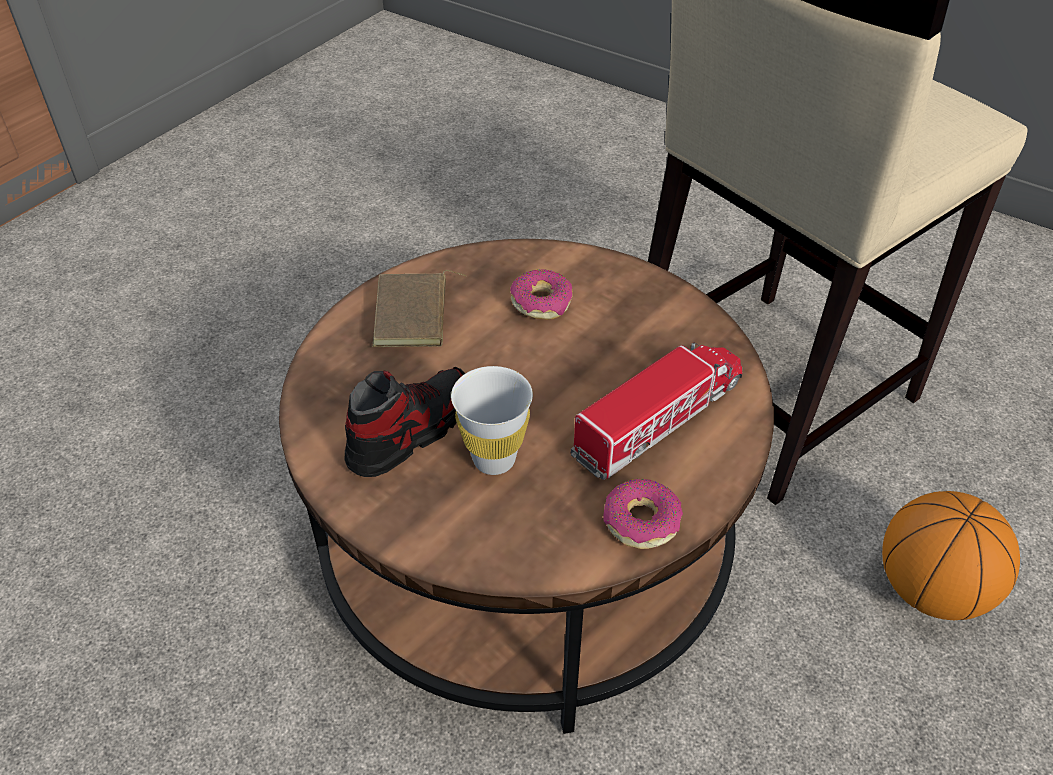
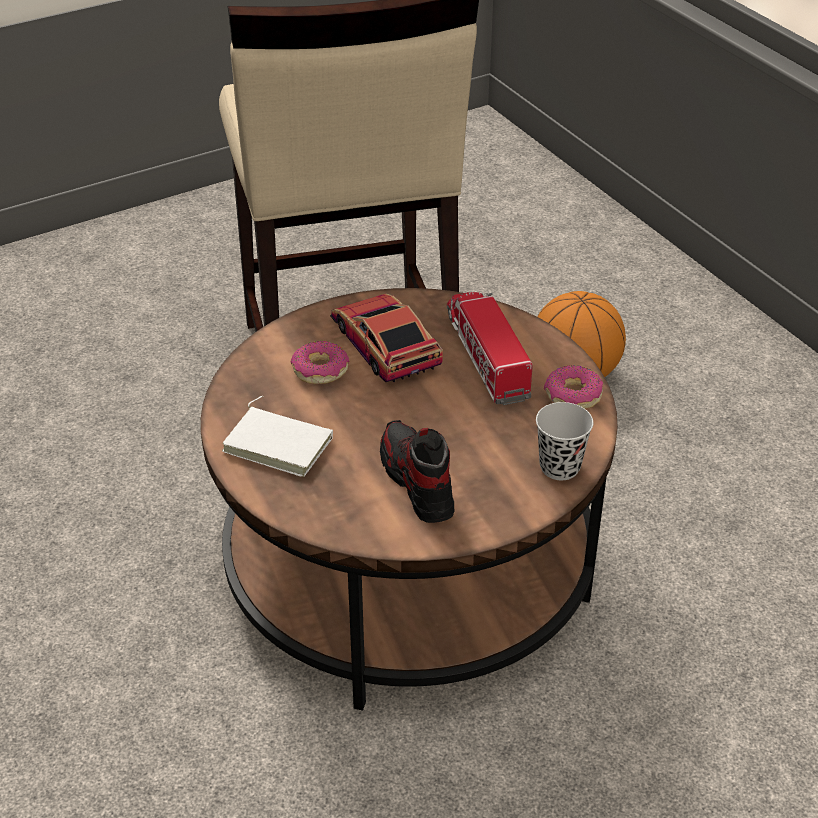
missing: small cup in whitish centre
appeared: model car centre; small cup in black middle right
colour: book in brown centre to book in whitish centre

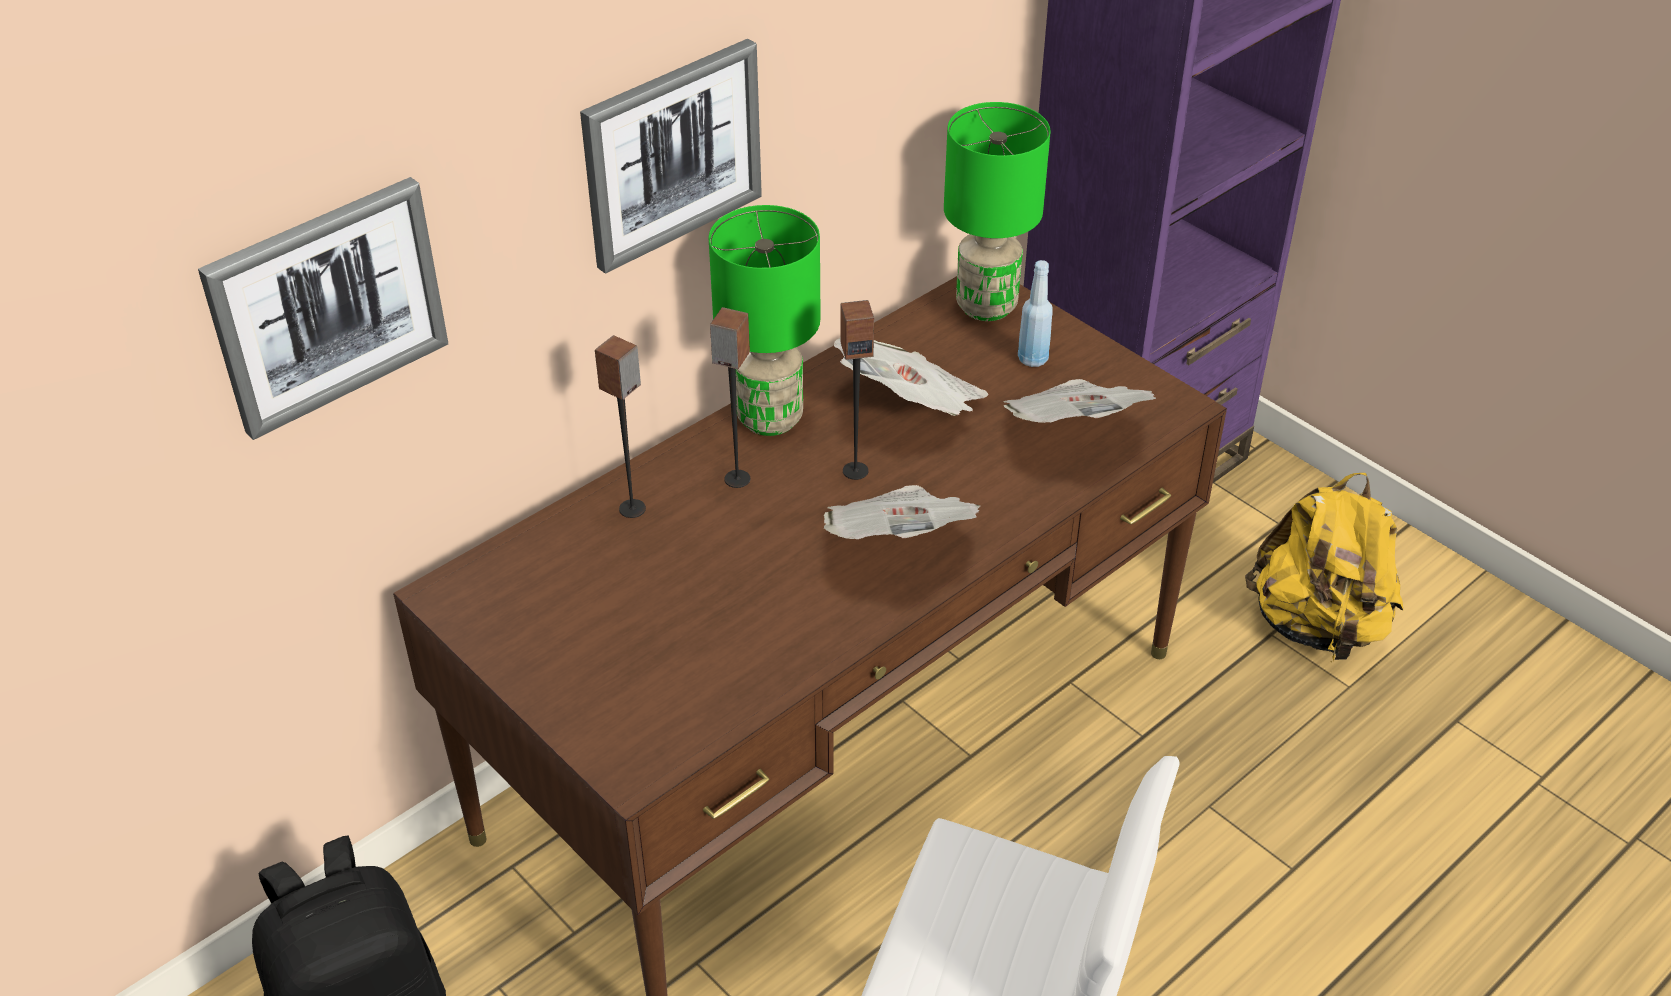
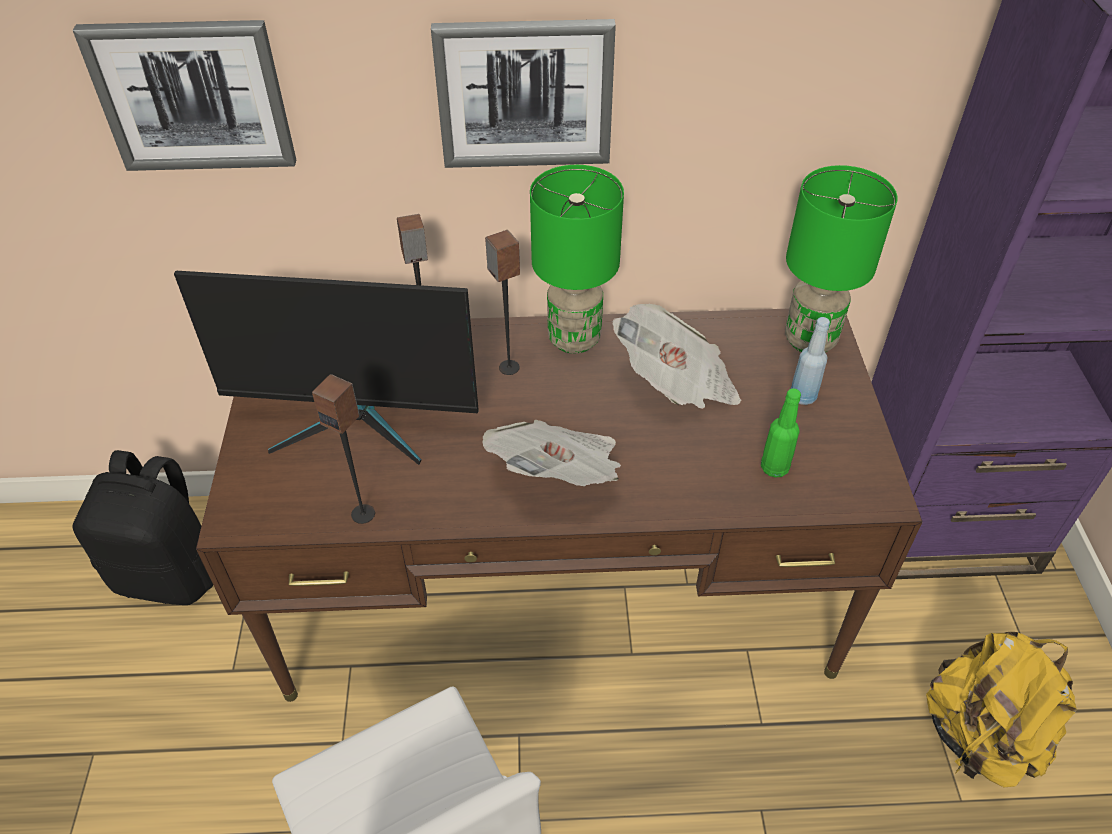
appeared: computer screen middle left
relocated: loudspeaker (no. 3 from left in the first image) centre to loudspeaker (no. 1 from left) middle left
exchanged: newspaper (no. 3 from left) centre to drink bottle in greenish middle right

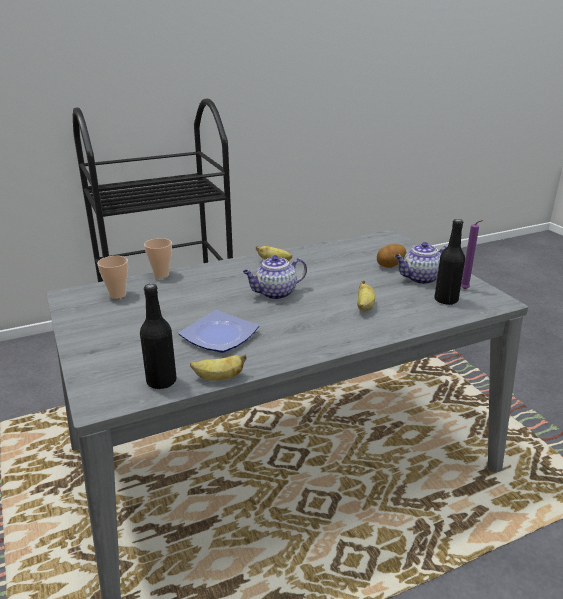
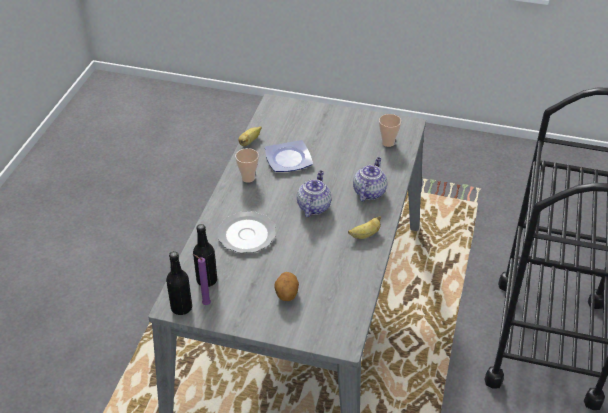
relocated: drink bottle in black (no. 1 from left) middle left to bottom left; small cup (no. 2 from left in the first image) middle left to small cup (no. 1 from left) centre; pot for tea (no. 2 from left) middle right to centre
exchanged: whole banana (no. 3 from left) centre to flat dish (no. 1 from left) centre

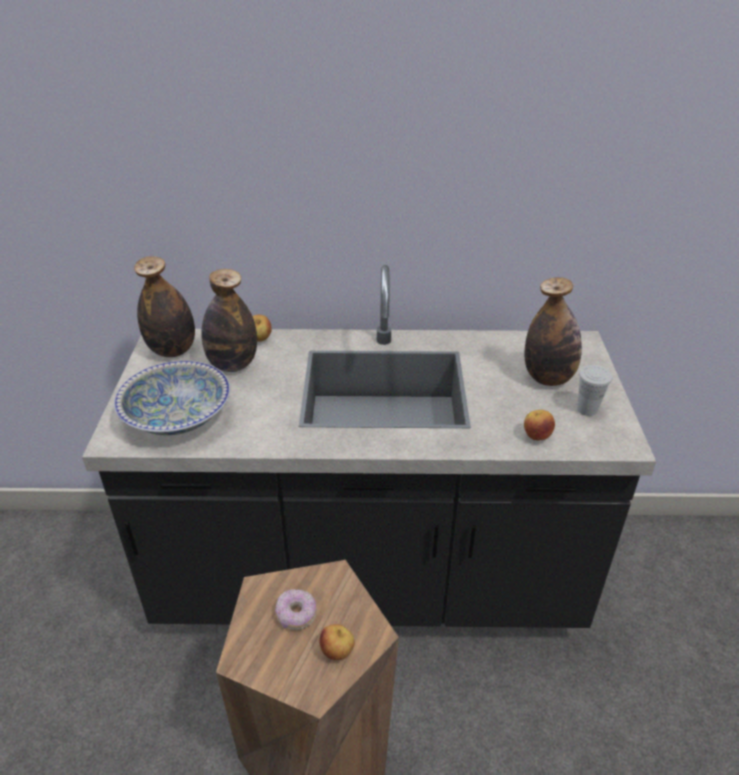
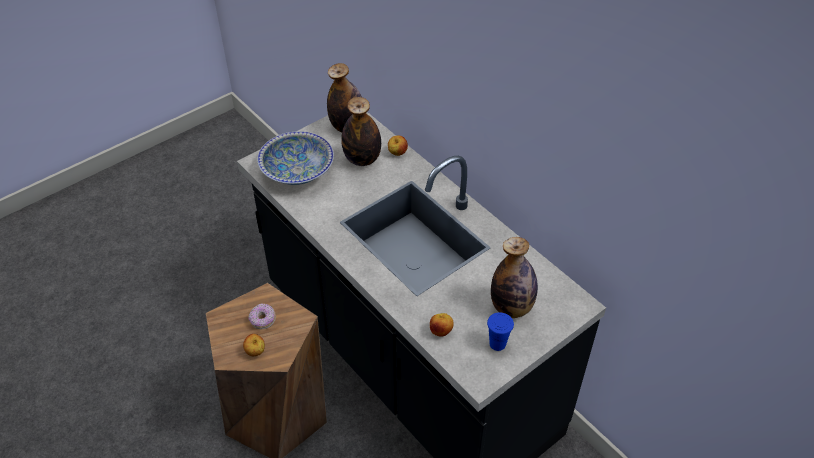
colour: small cup in whitish middle right to small cup in blue-coloured bottom centre

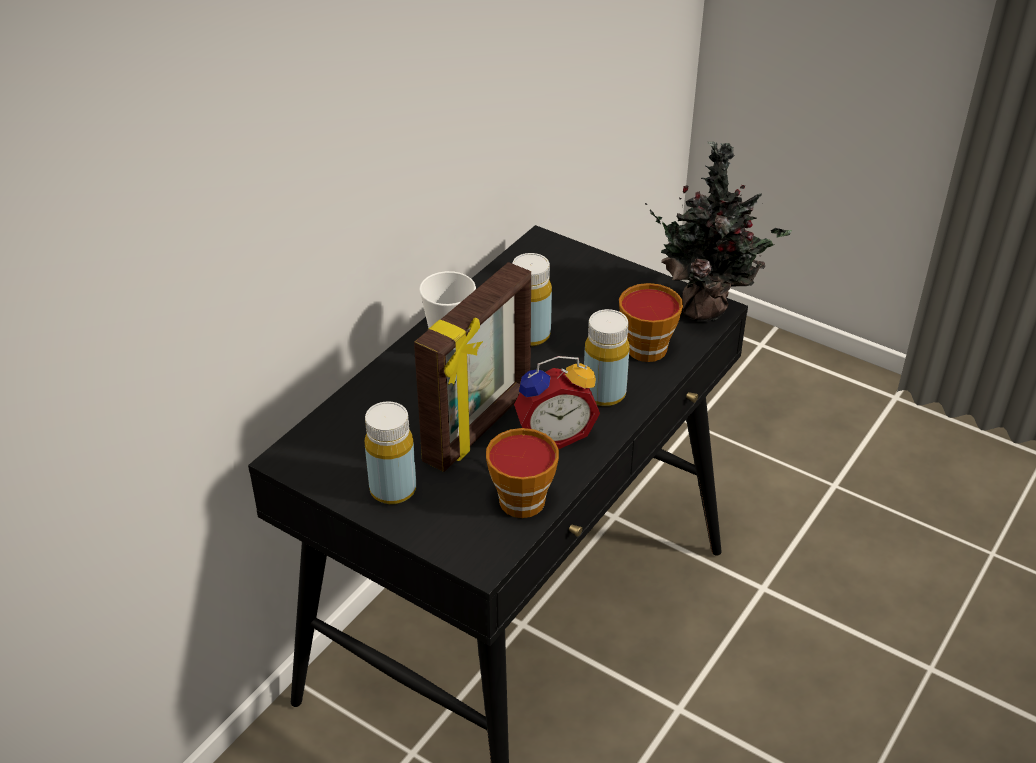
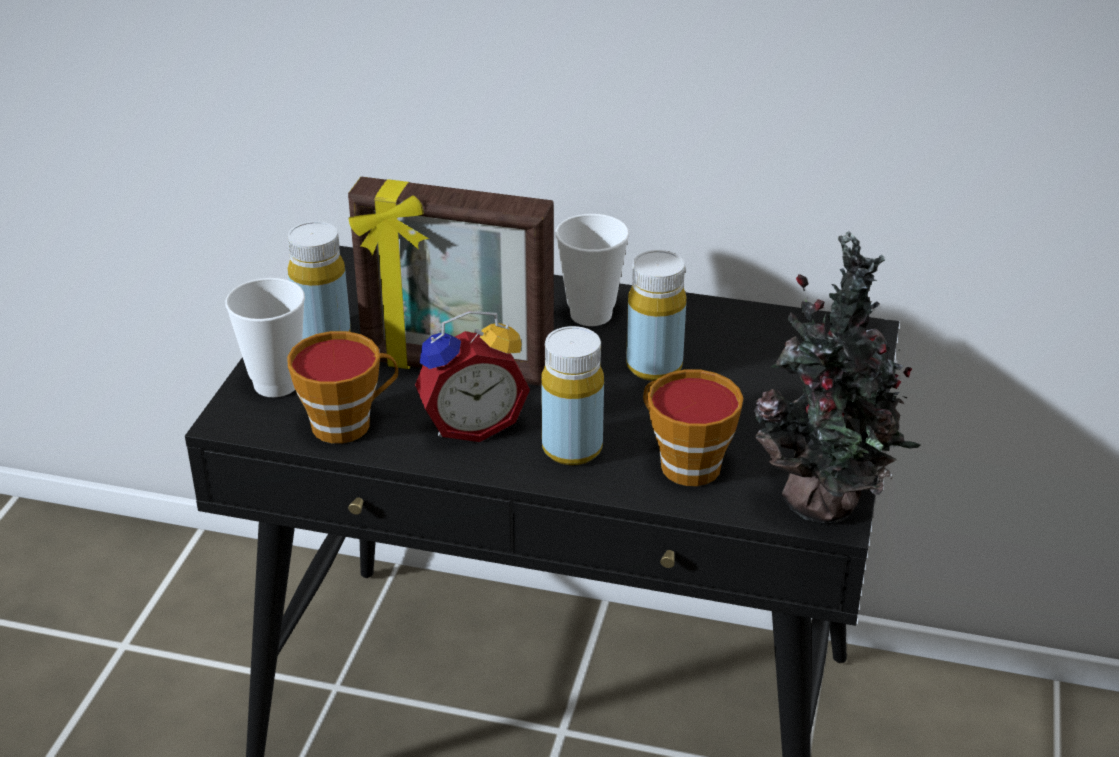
appeared: small cup (no. 1 from left) middle left
spun: alarm clock centre = centre 75 degrees counterclockwise

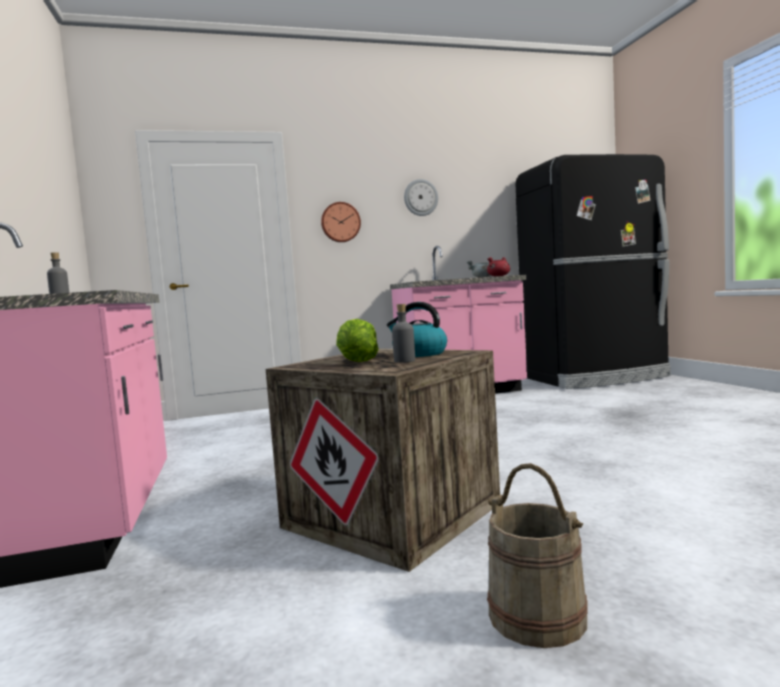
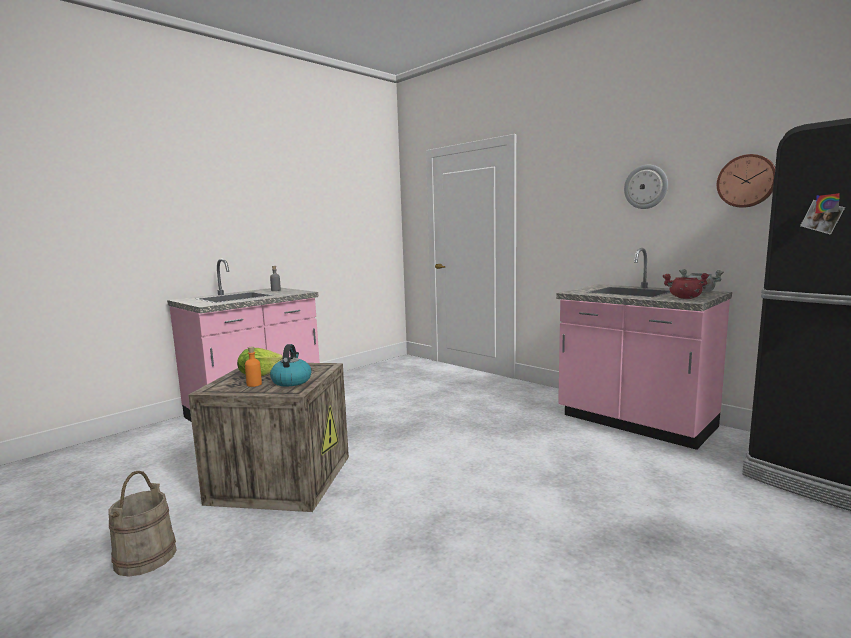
relocated: hanging clock (no. 1 from left in the first image) top centre to hanging clock (no. 2 from left) top right
colour: drink bottle in greyish (no. 2 from left) centre to drink bottle in orangey middle left

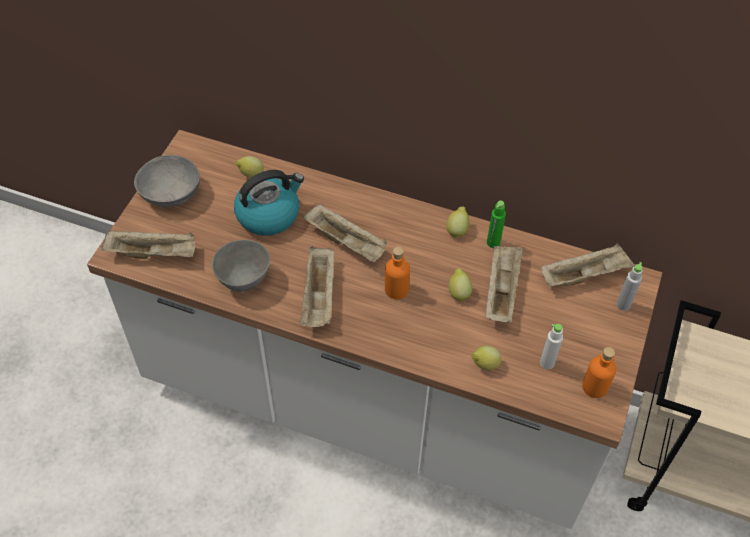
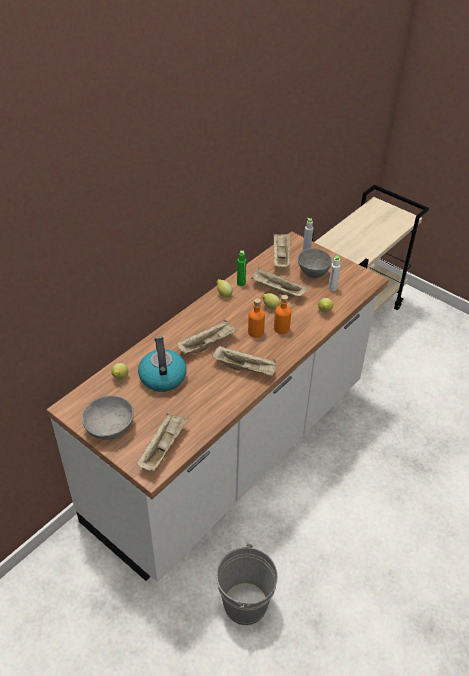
appeared: pail in greyish bottom centre
relocated: deep dish in greyish (no. 2 from left) middle left to middle right; drink bottle in orangey (no. 2 from left) bottom right to centre

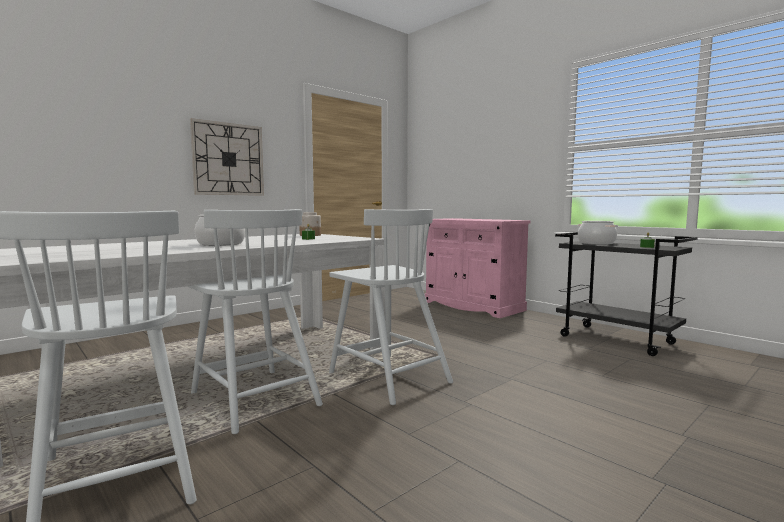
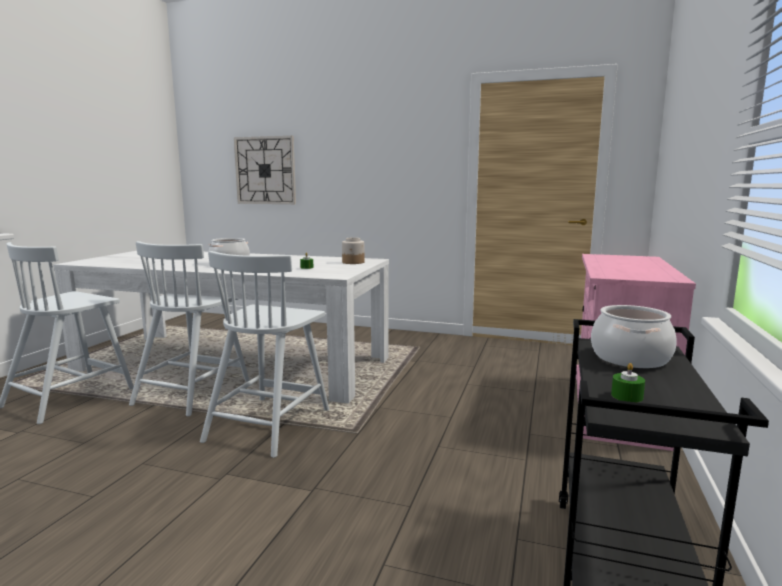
relocated: hanging clock top left to top centre

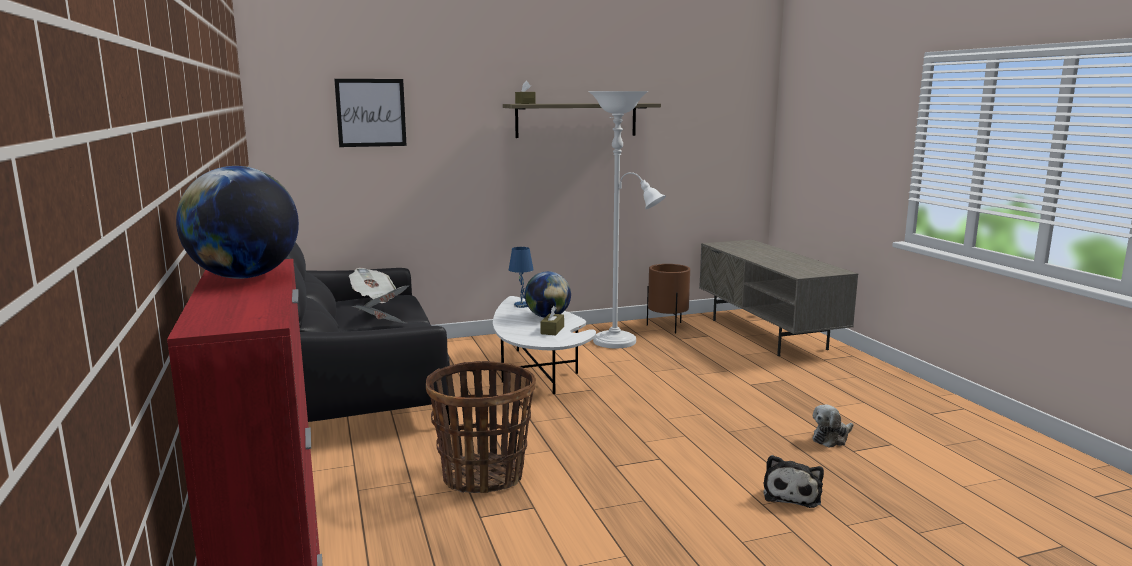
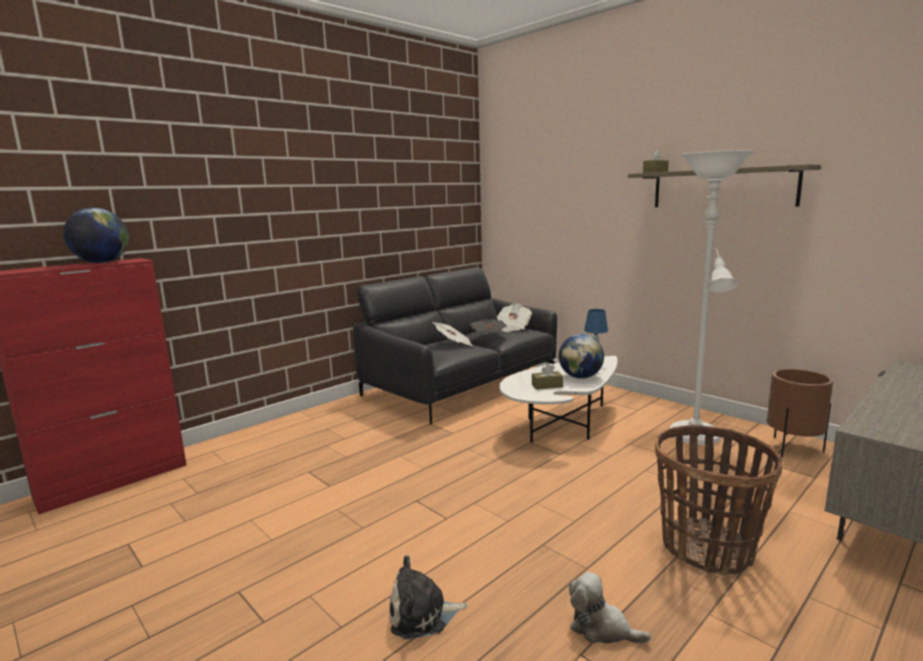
missing: picture top left
relocated: storage basket bottom centre to bottom right

